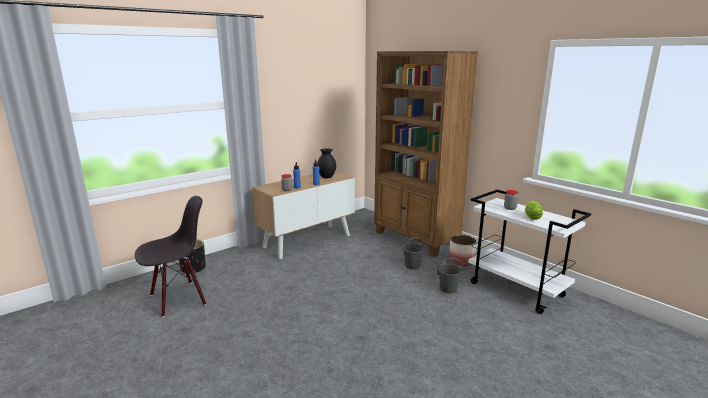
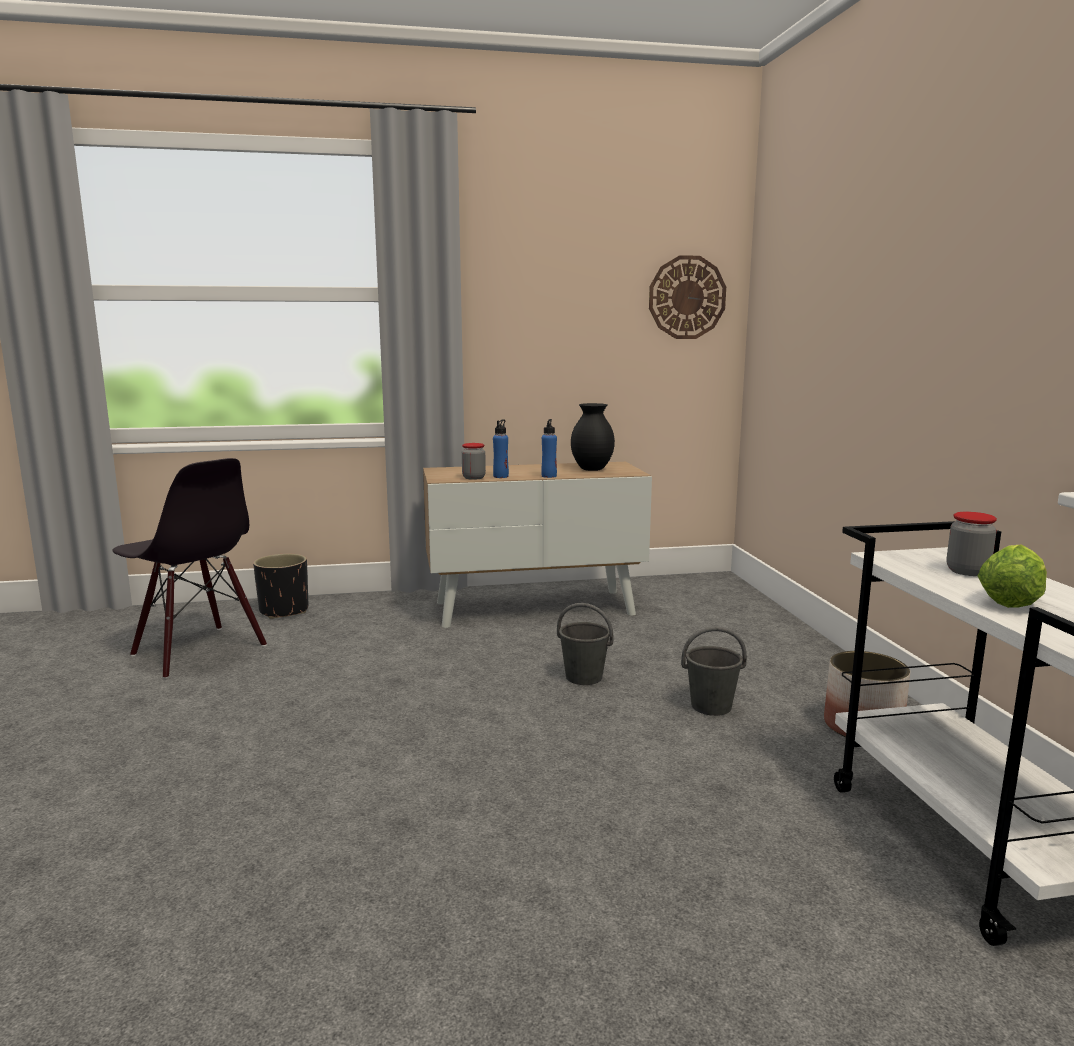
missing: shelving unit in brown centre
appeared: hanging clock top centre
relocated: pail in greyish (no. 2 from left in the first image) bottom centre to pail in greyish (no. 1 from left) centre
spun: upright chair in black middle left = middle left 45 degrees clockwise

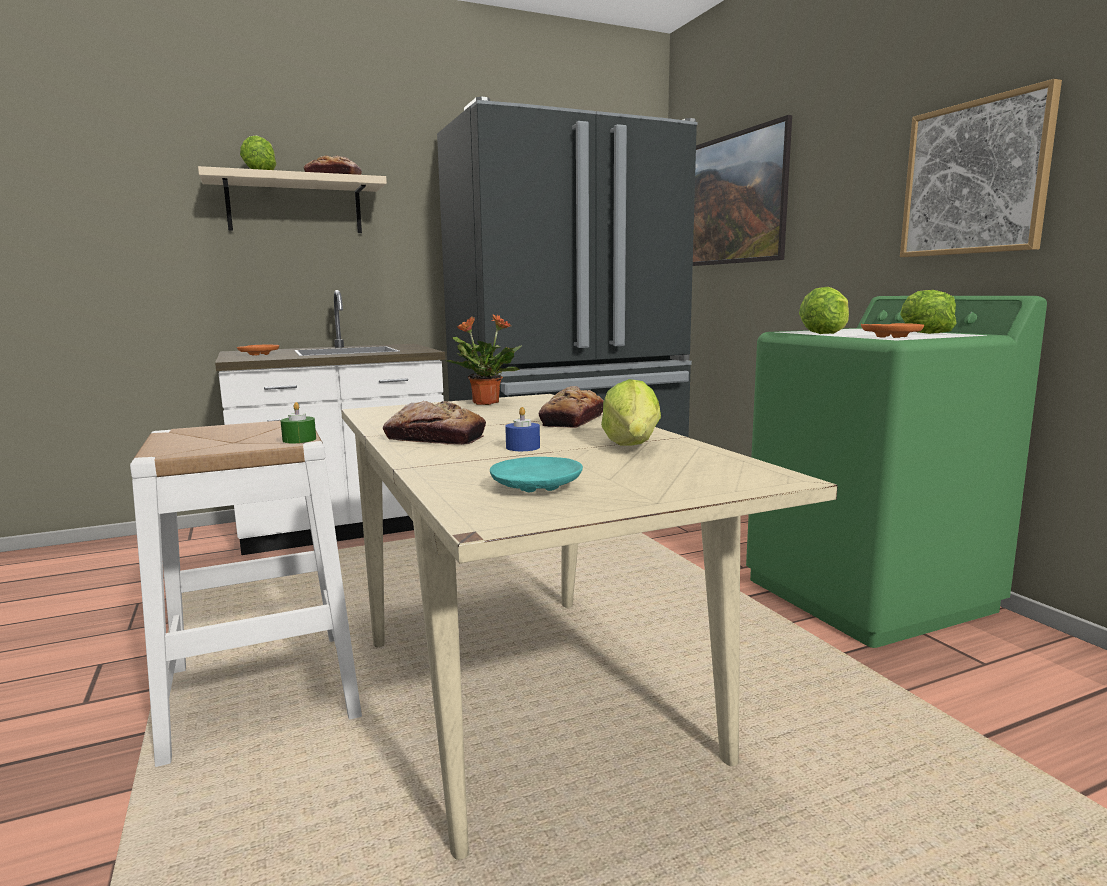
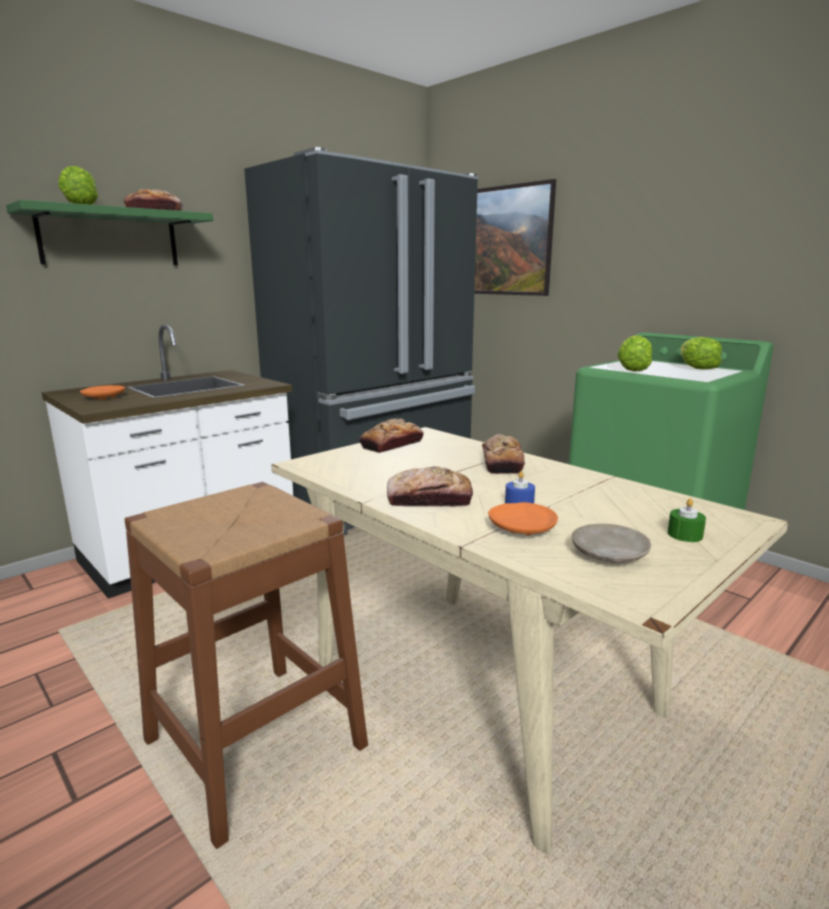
missing: head of lettuce (no. 2 from left) centre; picture (no. 2 from left) top right
relocated: wax candle in greenish middle left to middle right; flat dish in orangey (no. 2 from left) middle right to centre
exchanged: houseplant centre to bakery bread (no. 2 from left) centre
colour: stool seat in whitish bottom left to stool seat in brown bottom left; bracket shelf in beige-coloured top left to bracket shelf in greenish top left; flat dish in turquoise-coloured centre to flat dish in beige-coloured middle right

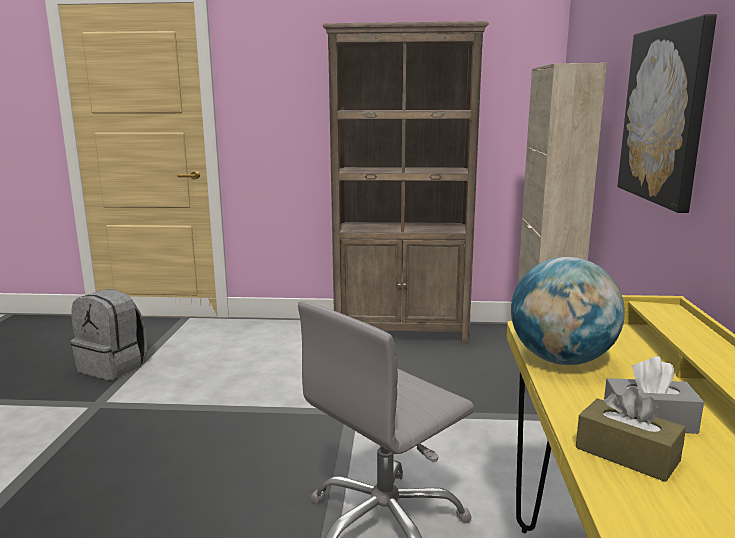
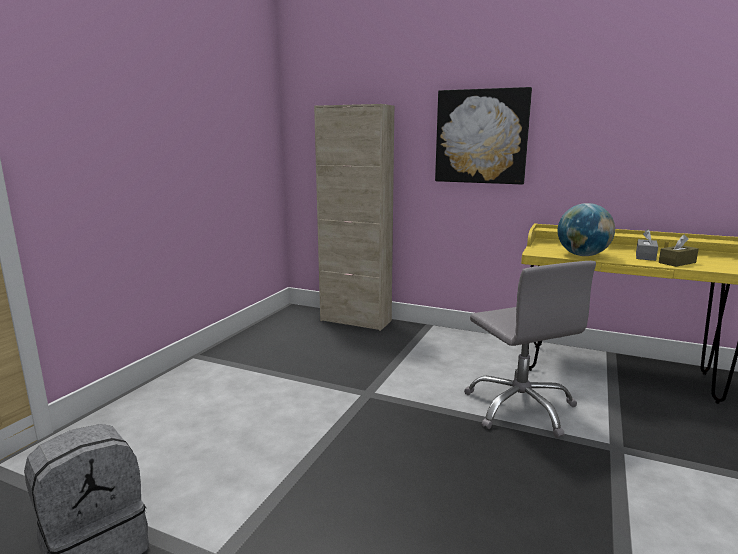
missing: shelving unit in brown centre

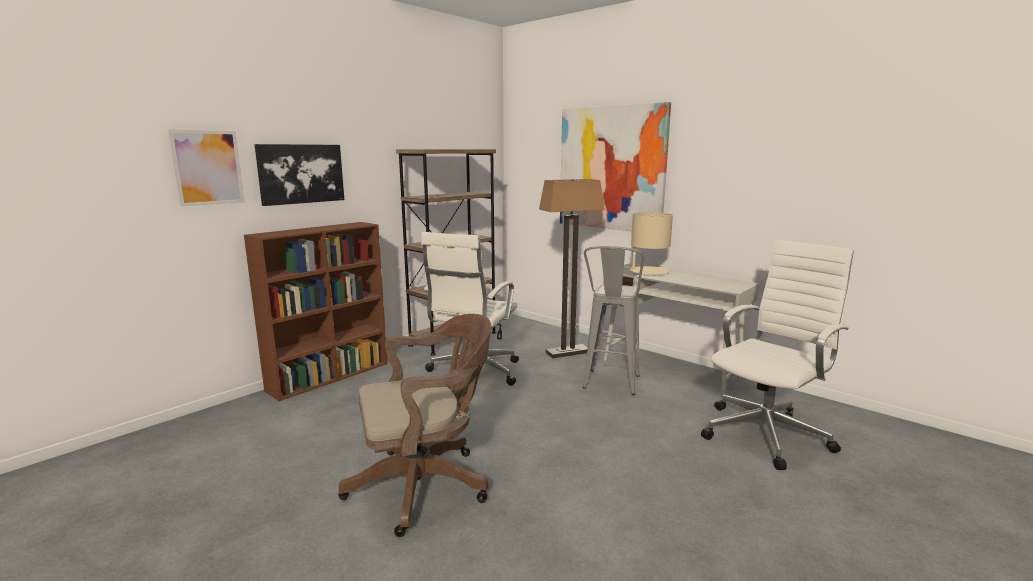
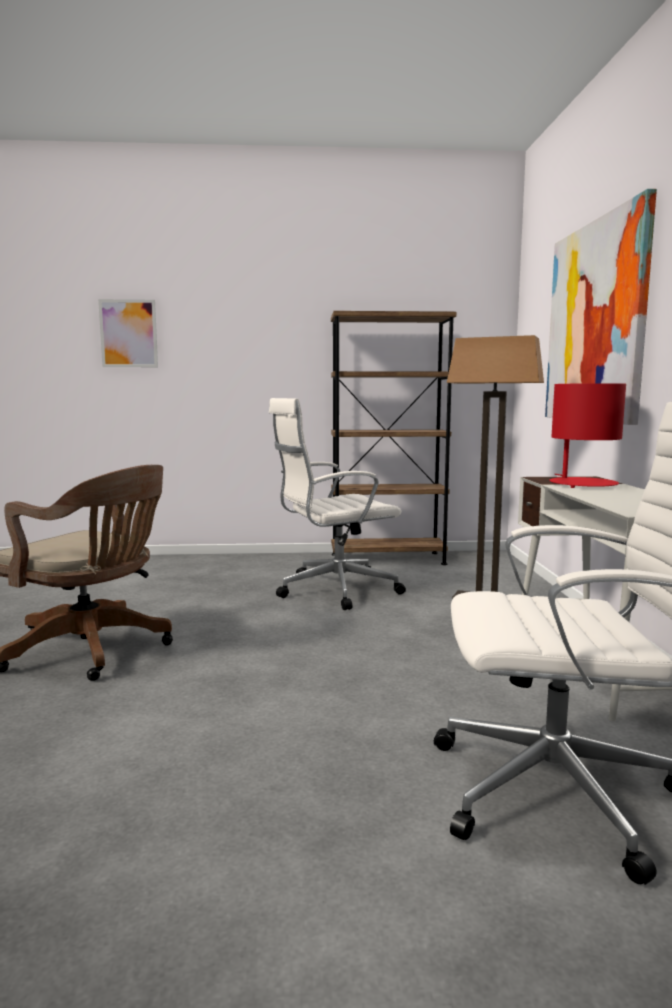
missing: shelving unit in brown (no. 1 from left) middle left; picture (no. 2 from left) top left; stool seat in greyish centre
colour: tabletop lamp in beige-coloured centre to tabletop lamp in red-coloured middle right

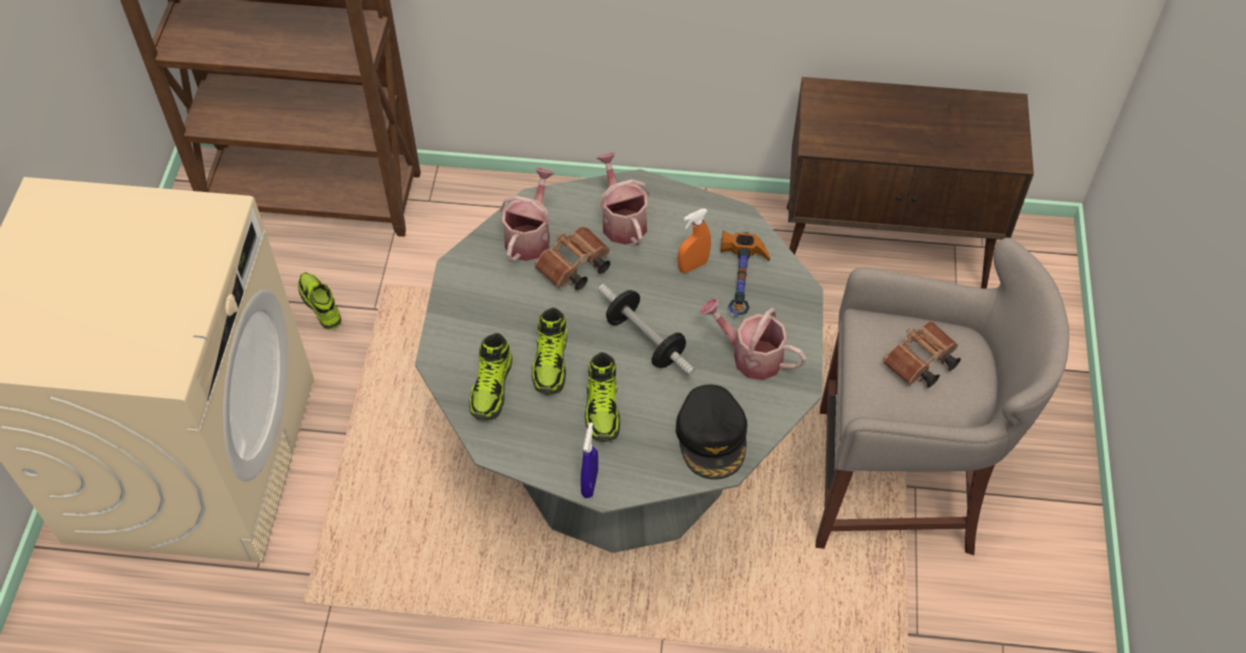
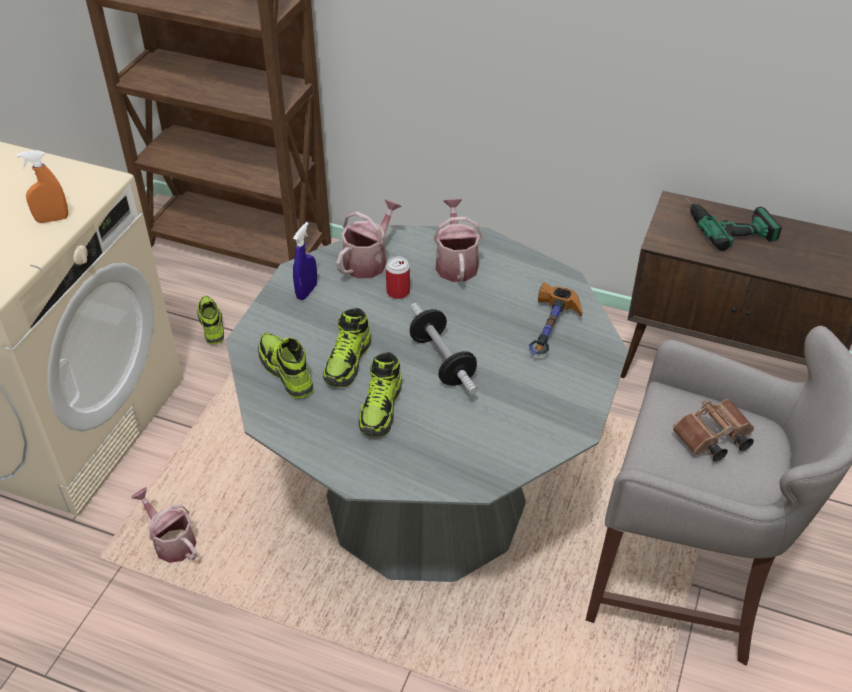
missing: baseball cap in black centre
appeared: electric drill top right
relocated: sprayer in blue-coloured bottom centre to centre; sprayer in orangey centre to top left; watering pot (no. 3 from left in the first image) centre to watering pot (no. 1 from left) bottom left
exchanged: pair of binoculars in brown (no. 1 from left) centre to metal can centre
spun: item of footwear (no. 2 from left) centre = centre 120 degrees clockwise

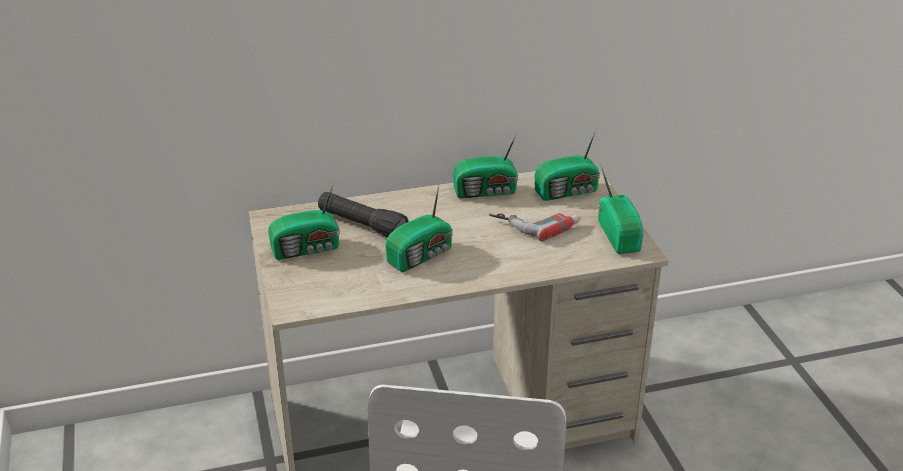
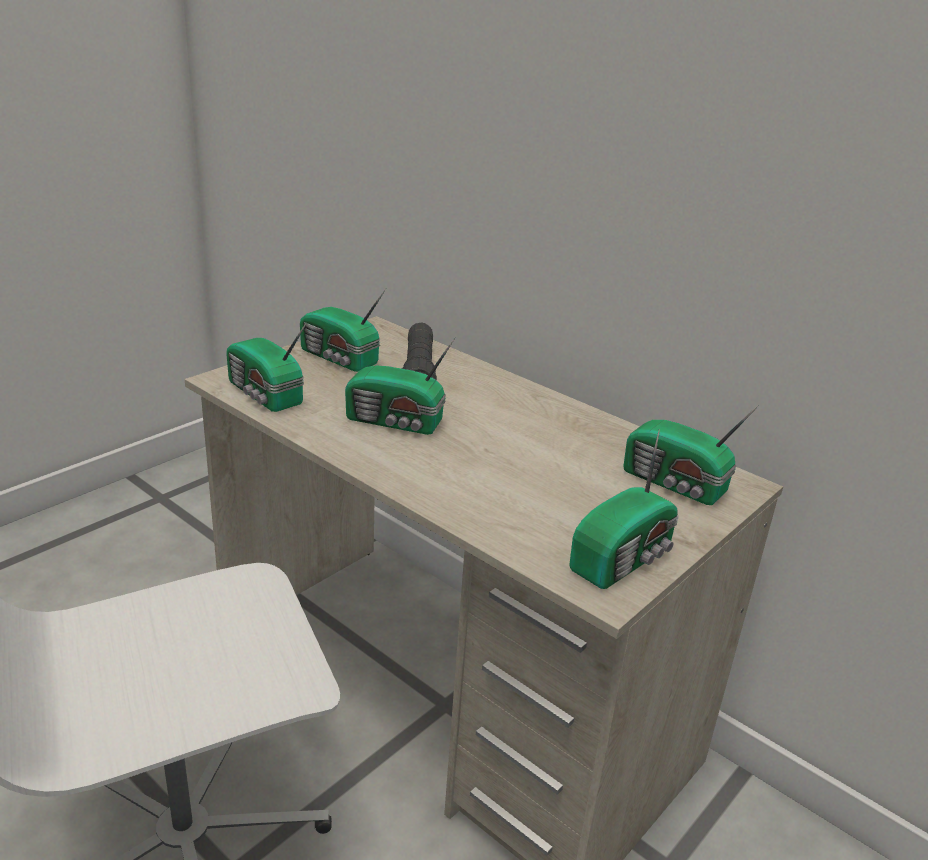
missing: electric drill centre
relocated: radio (no. 3 from left in the first image) centre to radio (no. 1 from left) middle left

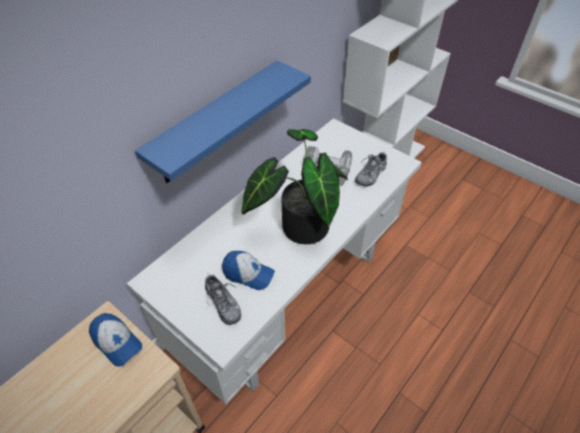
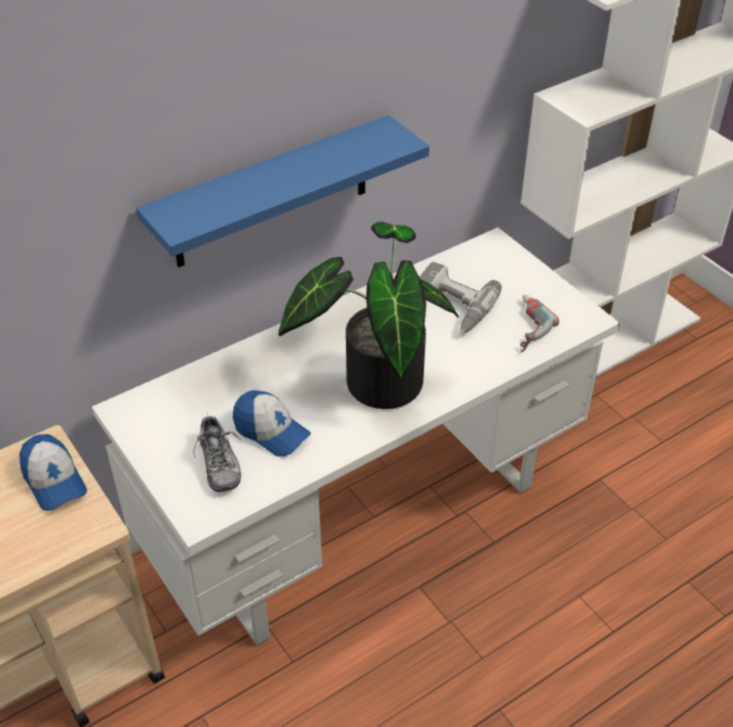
exchanged: item of footwear (no. 2 from left) centre to electric drill (no. 2 from left) middle right

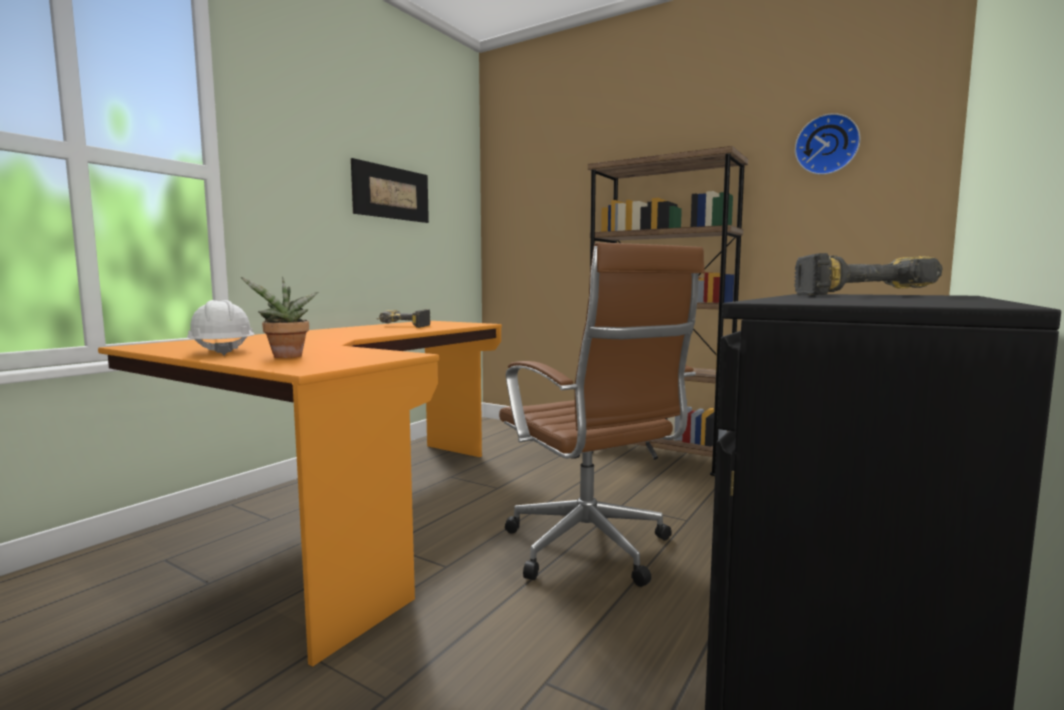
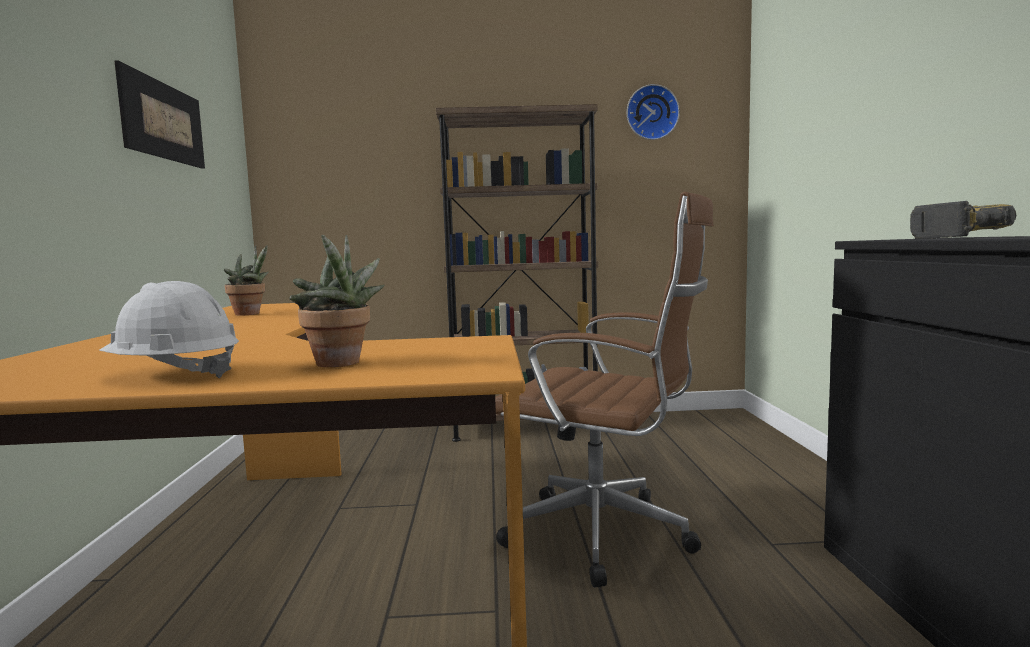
exchanged: electric drill (no. 1 from left) centre to houseplant (no. 1 from left) middle left

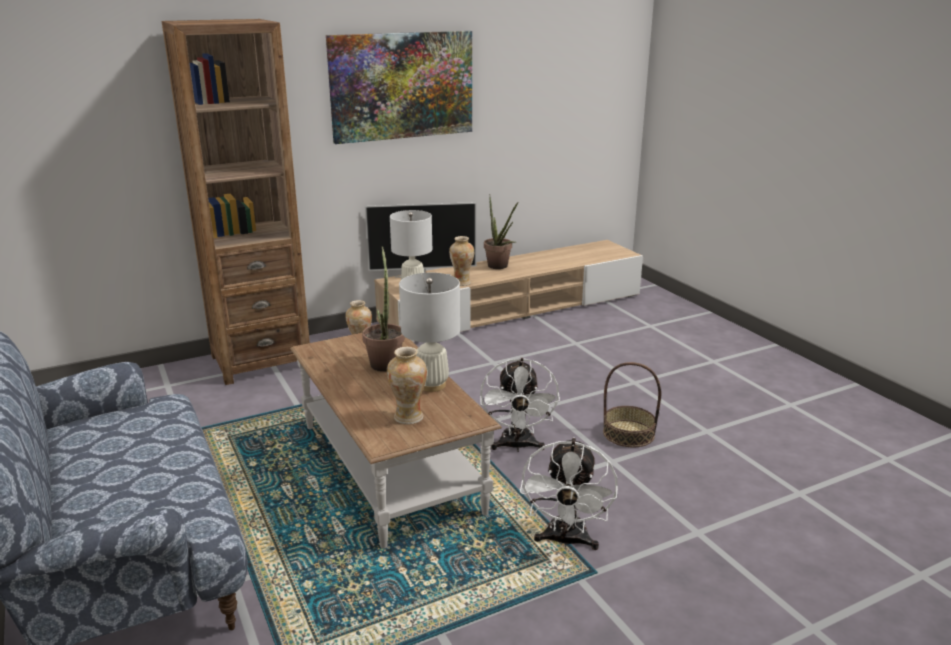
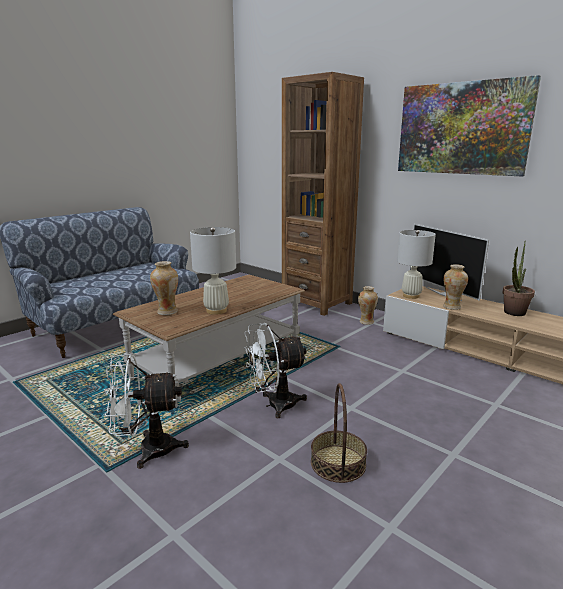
missing: houseplant (no. 1 from left) centre

